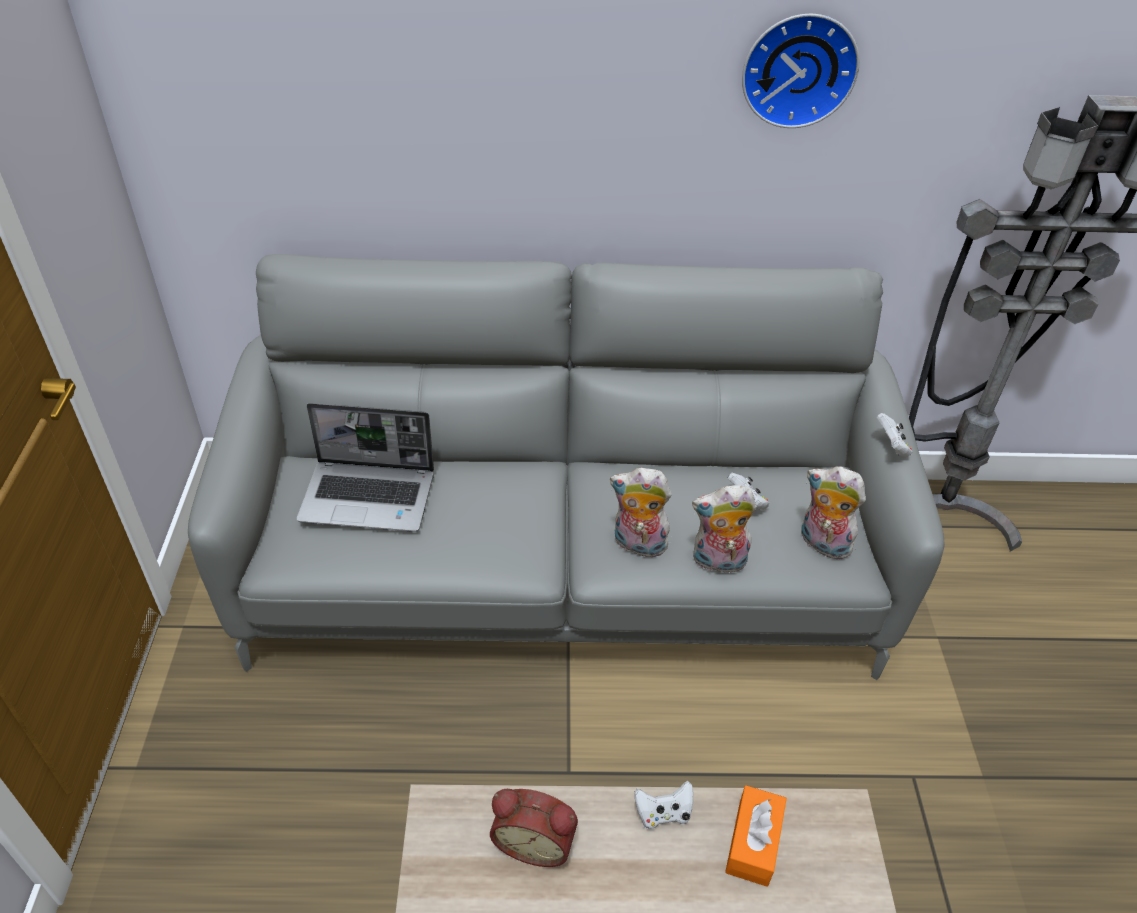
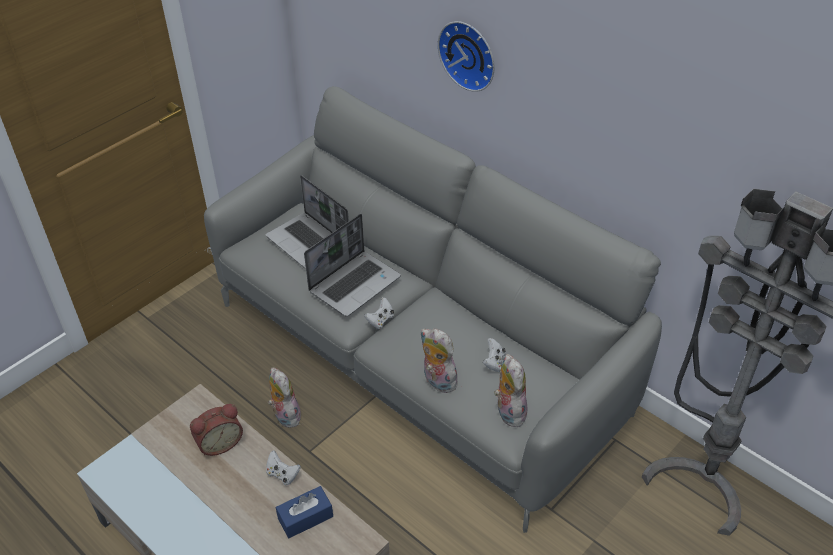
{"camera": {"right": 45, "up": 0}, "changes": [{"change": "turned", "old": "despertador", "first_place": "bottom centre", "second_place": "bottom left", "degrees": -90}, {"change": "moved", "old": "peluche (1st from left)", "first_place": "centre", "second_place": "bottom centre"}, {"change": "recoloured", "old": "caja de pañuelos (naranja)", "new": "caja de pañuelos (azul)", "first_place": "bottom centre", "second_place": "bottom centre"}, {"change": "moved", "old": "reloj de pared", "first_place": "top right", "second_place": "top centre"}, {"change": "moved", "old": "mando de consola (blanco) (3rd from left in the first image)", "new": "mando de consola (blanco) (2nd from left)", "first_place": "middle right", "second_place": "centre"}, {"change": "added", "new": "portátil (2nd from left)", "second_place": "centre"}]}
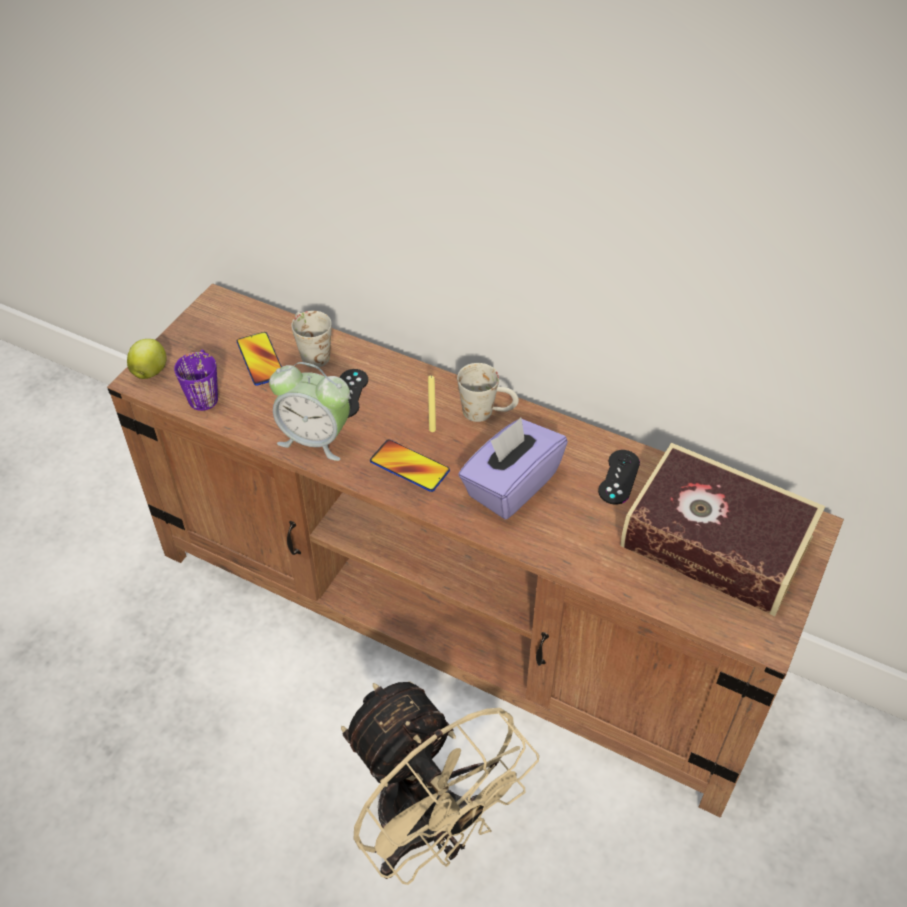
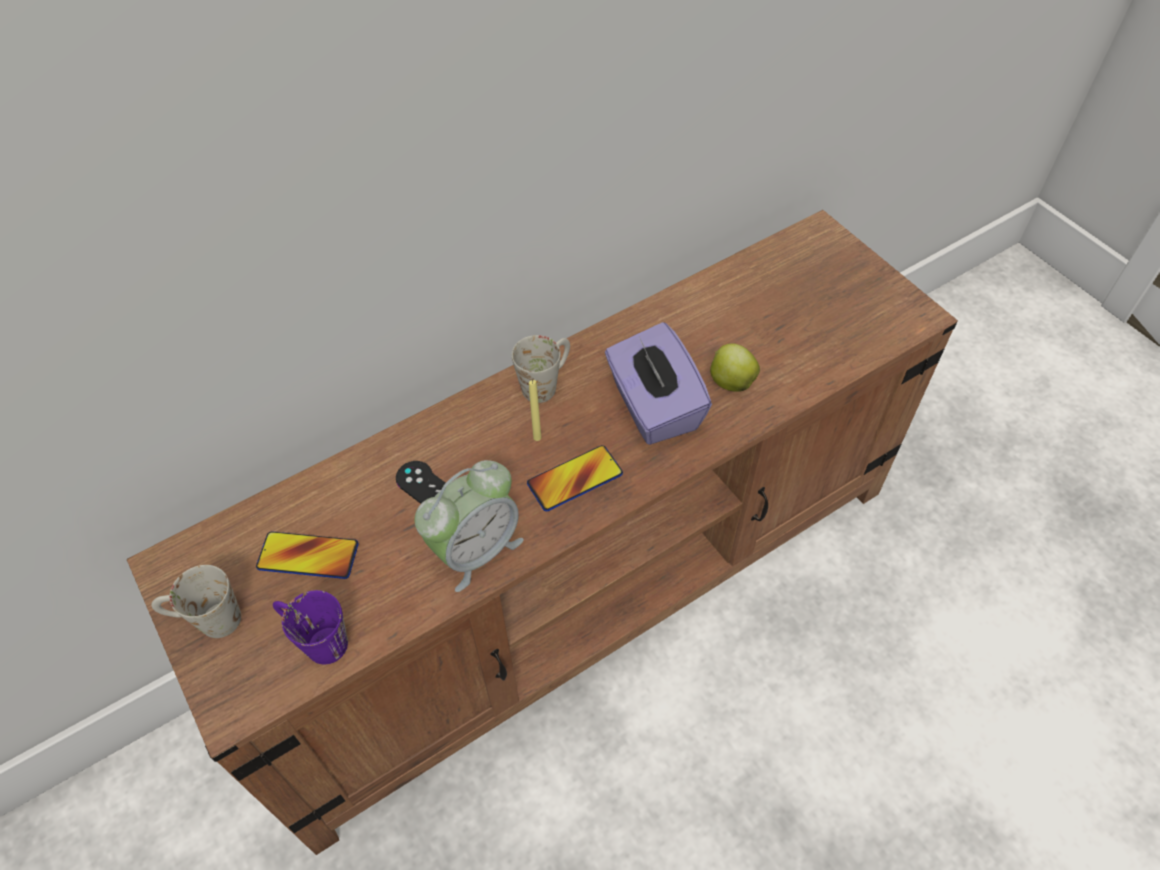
{"camera": {"right": -60, "up": 5}, "changes": [{"change": "moved", "old": "manzana", "first_place": "middle left", "second_place": "centre"}, {"change": "moved", "old": "taza grande (blanco) (1st from left)", "first_place": "centre", "second_place": "bottom left"}, {"change": "removed", "old": "ventilador (beis)", "first_place": "bottom centre"}, {"change": "removed", "old": "mando de consola (negro) (2nd from left)", "first_place": "middle right"}, {"change": "removed", "old": "libro", "first_place": "middle right"}]}
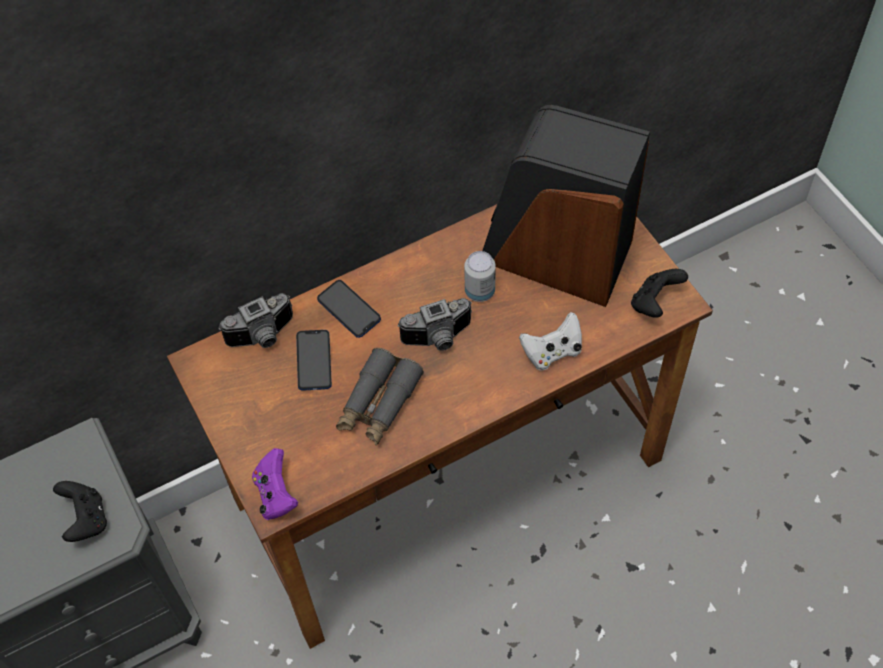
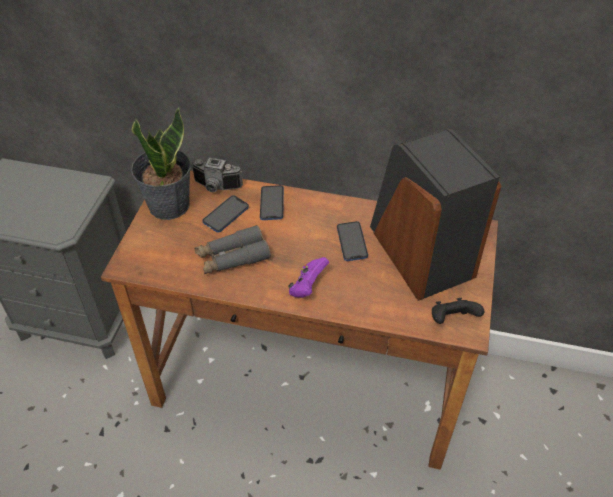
{"camera": {"right": 40, "up": -10}, "changes": [{"change": "removed", "old": "mando de consola (negro) (1st from left)", "first_place": "bottom left"}, {"change": "moved", "old": "mando de consola (morado)", "first_place": "bottom left", "second_place": "centre"}, {"change": "removed", "old": "cámara (2nd from left)", "first_place": "centre"}, {"change": "replaced", "old": "lata", "new": "móvil (3rd from left)", "first_place": "centre", "second_place": "centre"}, {"change": "removed", "old": "mando de consola (blanco)", "first_place": "centre"}, {"change": "added", "new": "planta en maceta", "second_place": "top left"}]}
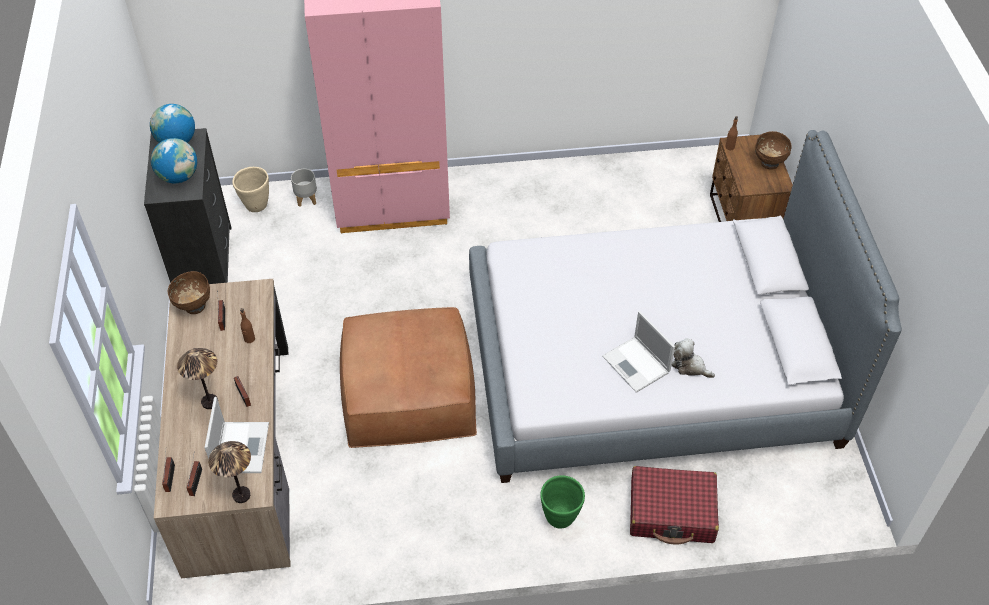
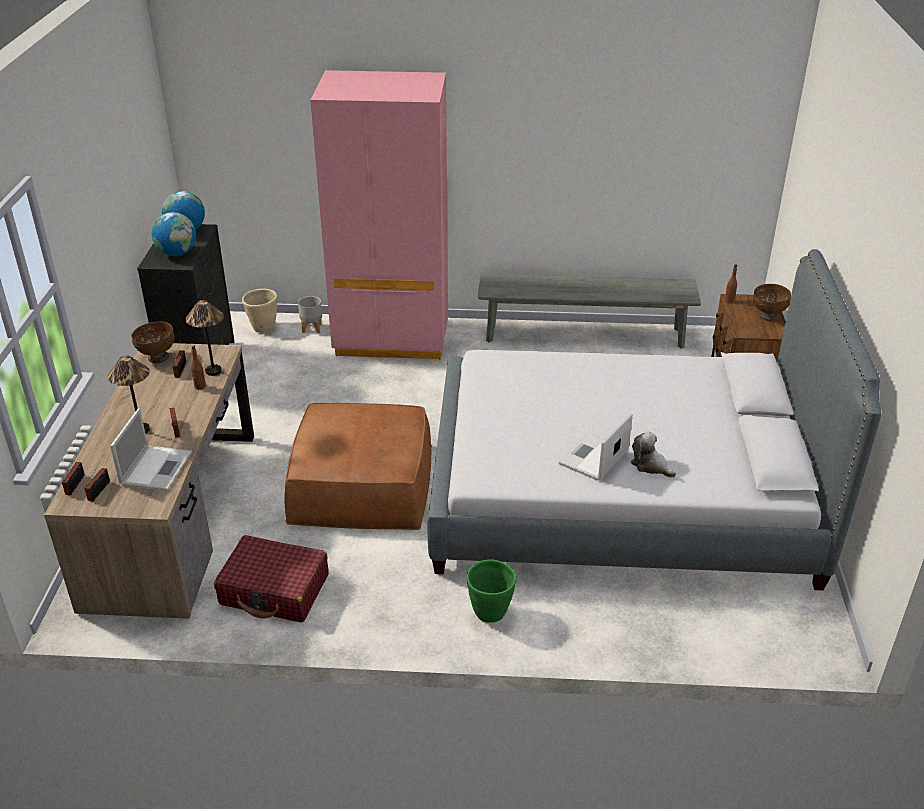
{"camera": {"right": 10, "up": -15}, "changes": [{"change": "moved", "old": "lámpara de mesa (2nd from left)", "first_place": "bottom left", "second_place": "middle left"}, {"change": "turned", "old": "portátil (2nd from left)", "first_place": "centre", "second_place": "centre", "degrees": 60}, {"change": "moved", "old": "maleta (rojo)", "first_place": "bottom right", "second_place": "bottom left"}, {"change": "added", "new": "banco (gris)", "second_place": "centre"}]}
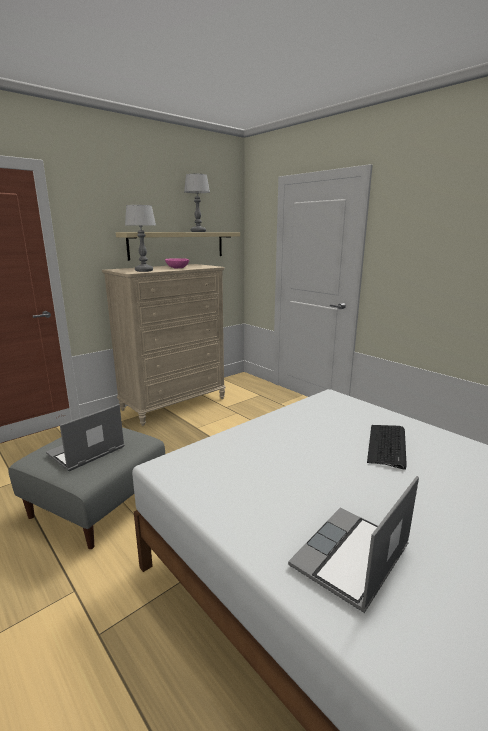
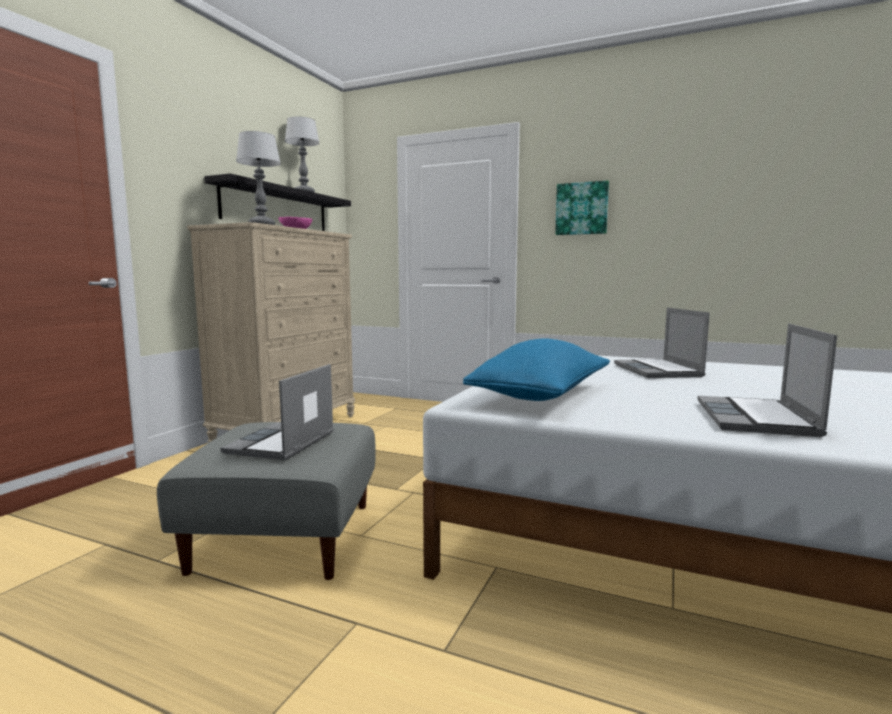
{"camera": {"right": -25, "up": -10}, "changes": [{"change": "recoloured", "old": "estante (beis)", "new": "estante (negro)", "first_place": "centre", "second_place": "top left"}, {"change": "replaced", "old": "teclado", "new": "portátil (2nd from left)", "first_place": "middle right", "second_place": "middle right"}, {"change": "added", "new": "cojín (azul)", "second_place": "centre"}, {"change": "added", "new": "cuadro", "second_place": "top centre"}]}
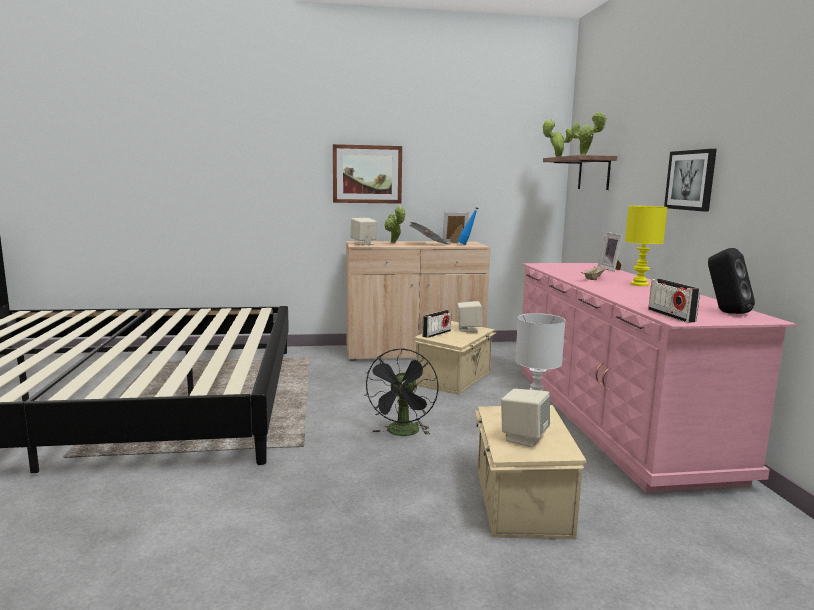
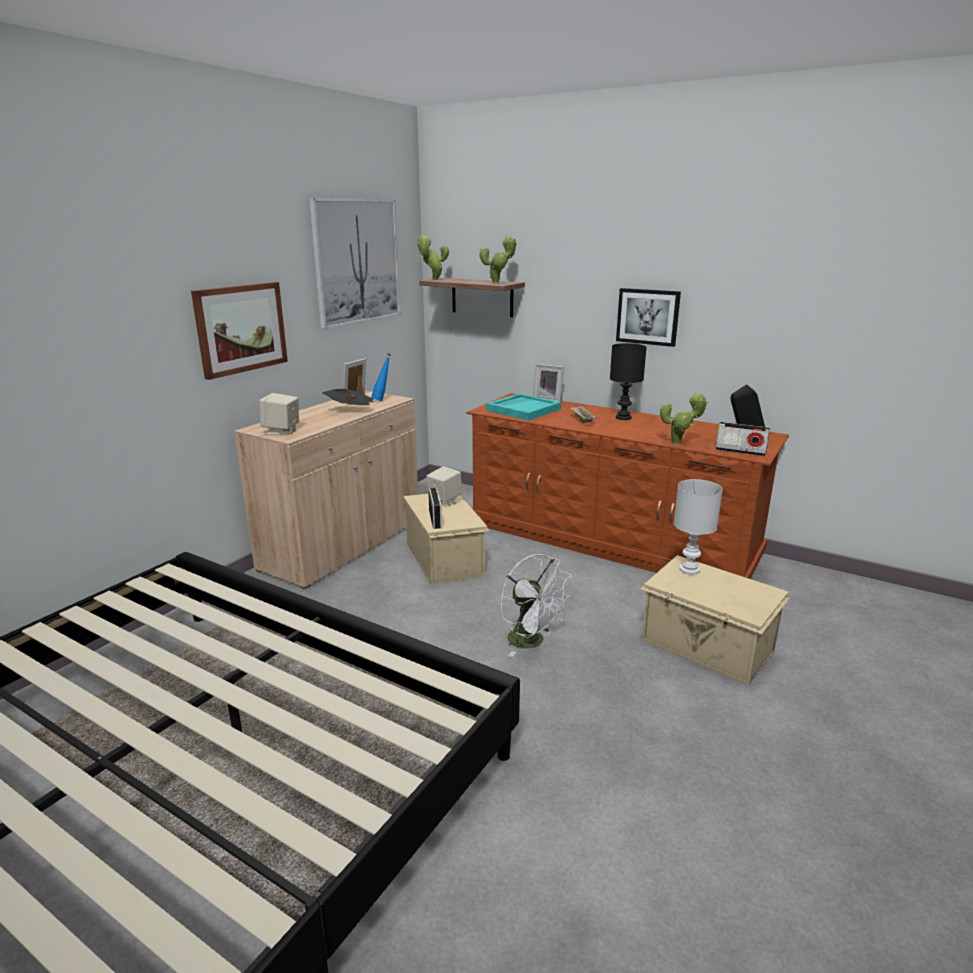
{"camera": {"right": -50, "up": 10}, "changes": [{"change": "recoloured", "old": "ventilador (negro)", "new": "ventilador (blanco)", "first_place": "centre", "second_place": "centre"}, {"change": "moved", "old": "planta en maceta (1st from left in the first image)", "new": "planta en maceta (3rd from left)", "first_place": "centre", "second_place": "middle right"}, {"change": "removed", "old": "altavoz (beis) (3rd from left)", "first_place": "bottom centre"}, {"change": "recoloured", "old": "cómoda (rosa)", "new": "cómoda (marrón)", "first_place": "middle right", "second_place": "centre"}, {"change": "recoloured", "old": "lámpara de mesa (amarillo)", "new": "lámpara de mesa (negro)", "first_place": "middle right", "second_place": "centre"}, {"change": "added", "new": "cuadro (2nd from left)", "second_place": "top centre"}, {"change": "added", "new": "bandeja (turquesa)", "second_place": "centre"}]}
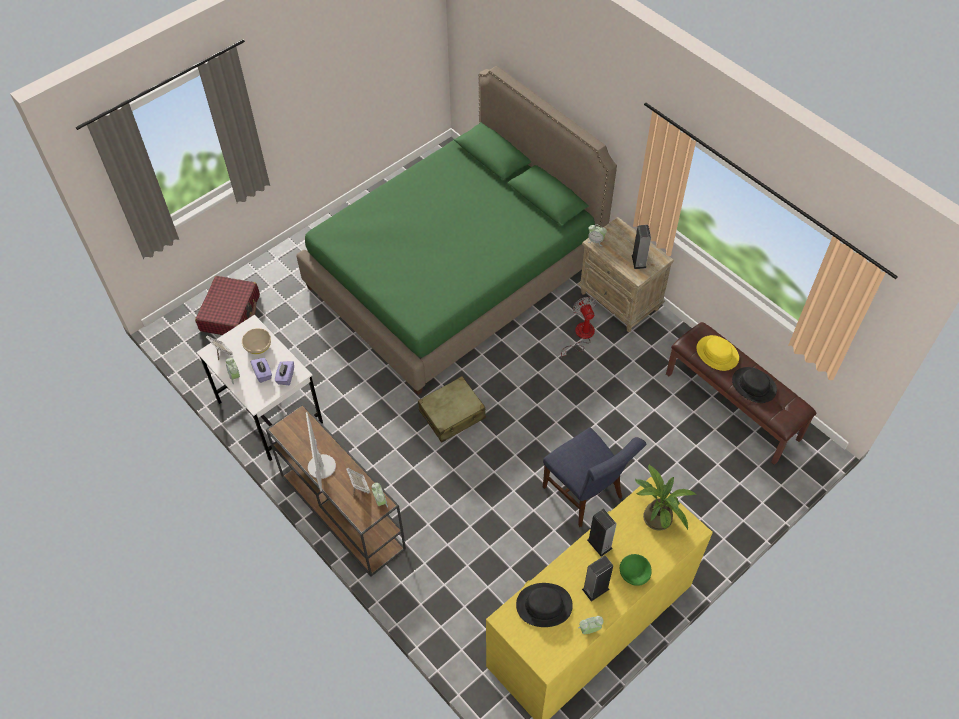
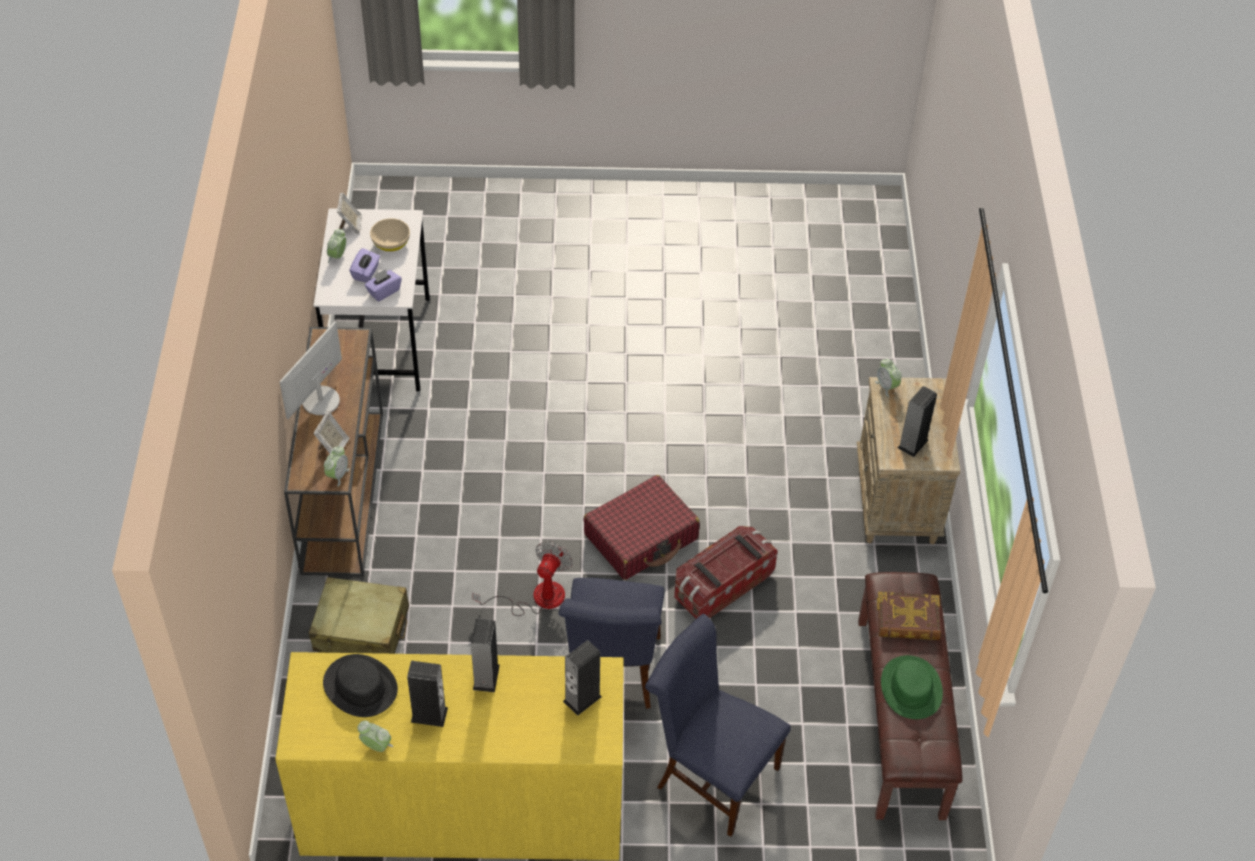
{"camera": {"right": 40, "up": -5}, "changes": [{"change": "moved", "old": "maleta (rojo)", "first_place": "middle left", "second_place": "centre"}, {"change": "removed", "old": "cama (verde)", "first_place": "top centre"}, {"change": "moved", "old": "maleta (beis)", "first_place": "centre", "second_place": "bottom left"}, {"change": "moved", "old": "ventilador", "first_place": "centre", "second_place": "bottom centre"}, {"change": "removed", "old": "cuenco (verde)", "first_place": "bottom centre"}, {"change": "replaced", "old": "planta en maceta", "new": "altavoz (3rd from left)", "first_place": "bottom right", "second_place": "bottom centre"}, {"change": "replaced", "old": "sombrero (amarillo)", "new": "libro", "first_place": "middle right", "second_place": "bottom right"}, {"change": "recoloured", "old": "sombrero (negro) (2nd from left)", "new": "sombrero (verde)", "first_place": "middle right", "second_place": "bottom right"}, {"change": "added", "new": "silla (azul) (2nd from left)", "second_place": "bottom centre"}, {"change": "added", "new": "caja de almacenaje", "second_place": "centre"}]}
